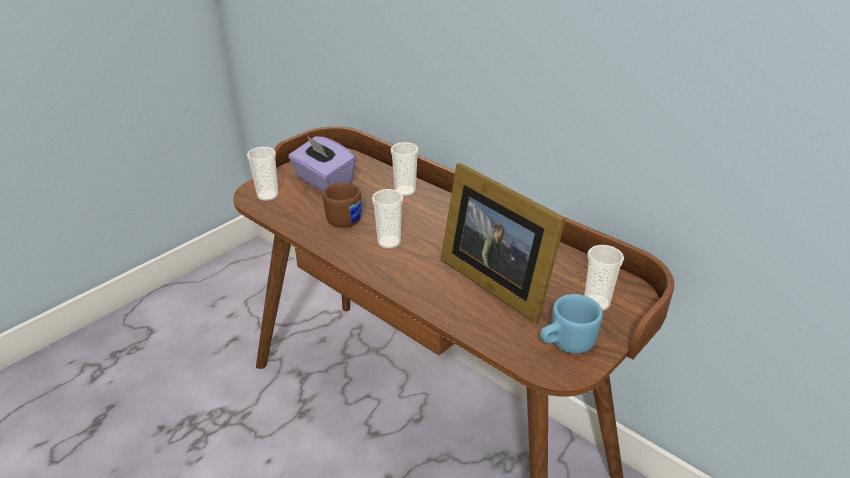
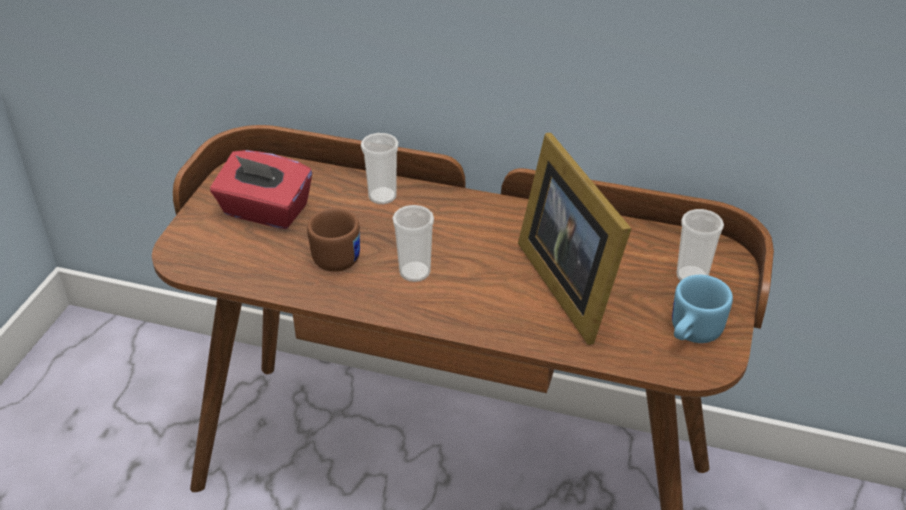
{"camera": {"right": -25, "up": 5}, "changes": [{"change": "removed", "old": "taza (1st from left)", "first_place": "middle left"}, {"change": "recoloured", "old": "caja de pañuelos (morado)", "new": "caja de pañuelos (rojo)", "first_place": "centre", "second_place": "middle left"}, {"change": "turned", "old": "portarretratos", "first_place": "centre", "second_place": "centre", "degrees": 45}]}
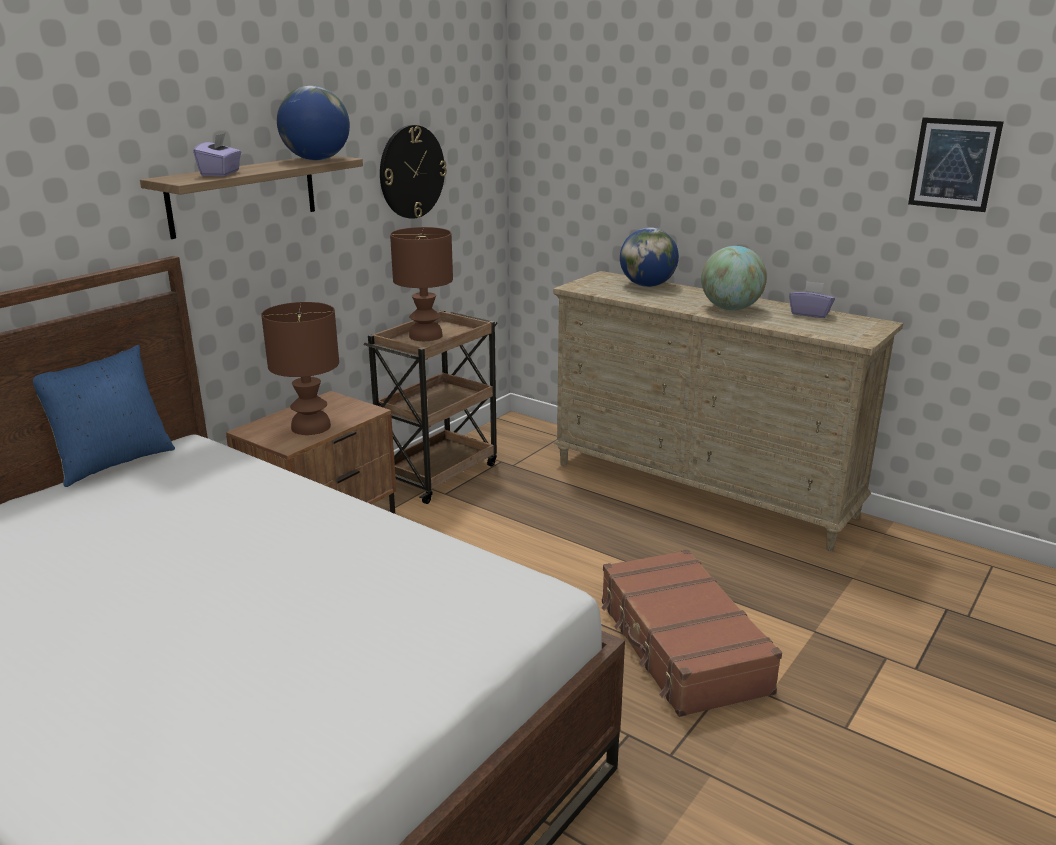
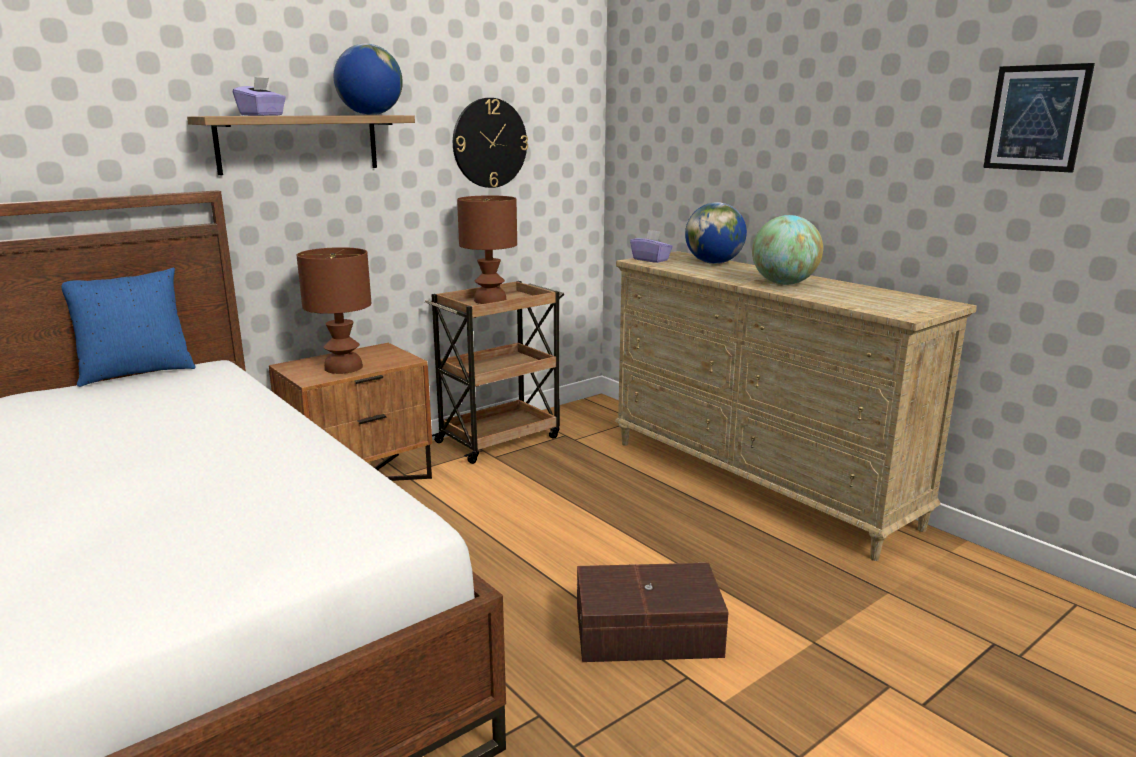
{"camera": {"right": 15, "up": -5}, "changes": [{"change": "replaced", "old": "maleta (marrón)", "new": "caja de almacenaje (marrón)", "first_place": "bottom centre", "second_place": "bottom centre"}, {"change": "moved", "old": "caja de pañuelos (morado) (2nd from left)", "first_place": "middle right", "second_place": "top centre"}]}
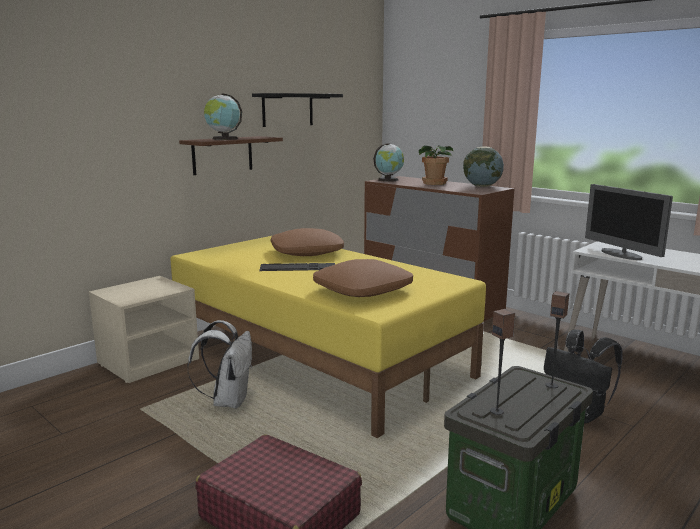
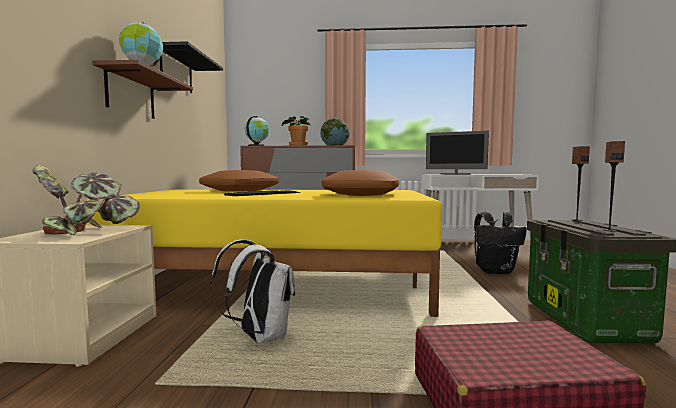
{"camera": {"right": -40, "up": -10}, "changes": [{"change": "added", "new": "planta en maceta (1st from left)", "second_place": "middle left"}]}
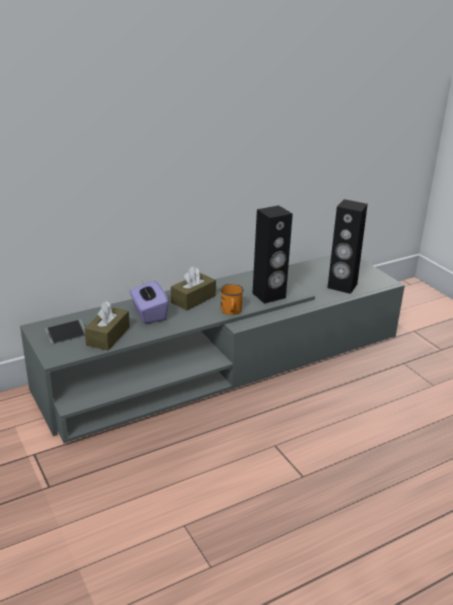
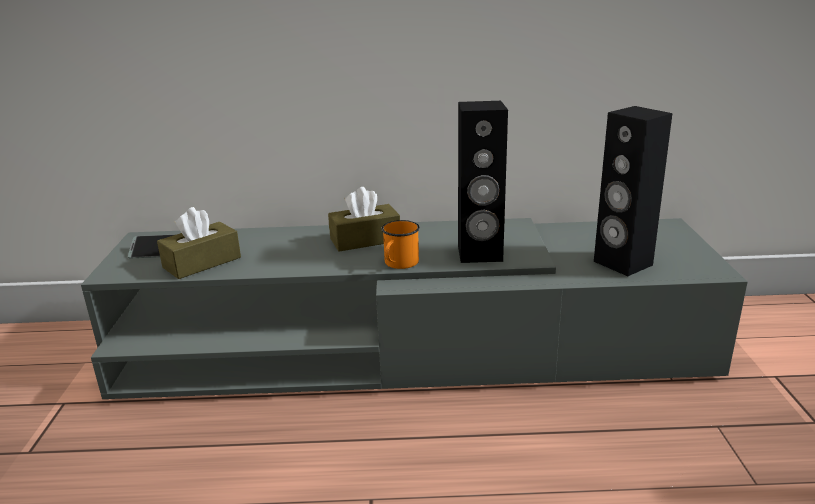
{"camera": {"right": 30, "up": -5}, "changes": [{"change": "removed", "old": "caja de pañuelos (morado)", "first_place": "middle left"}]}
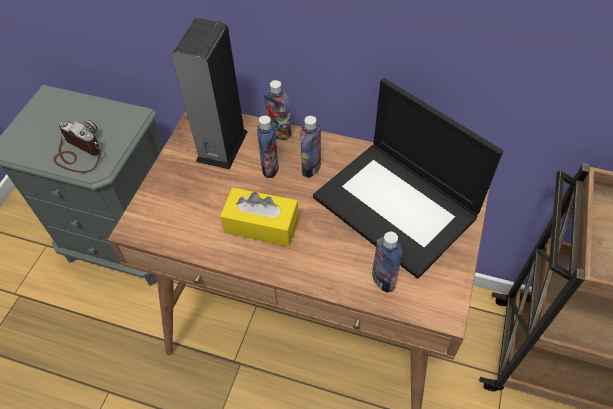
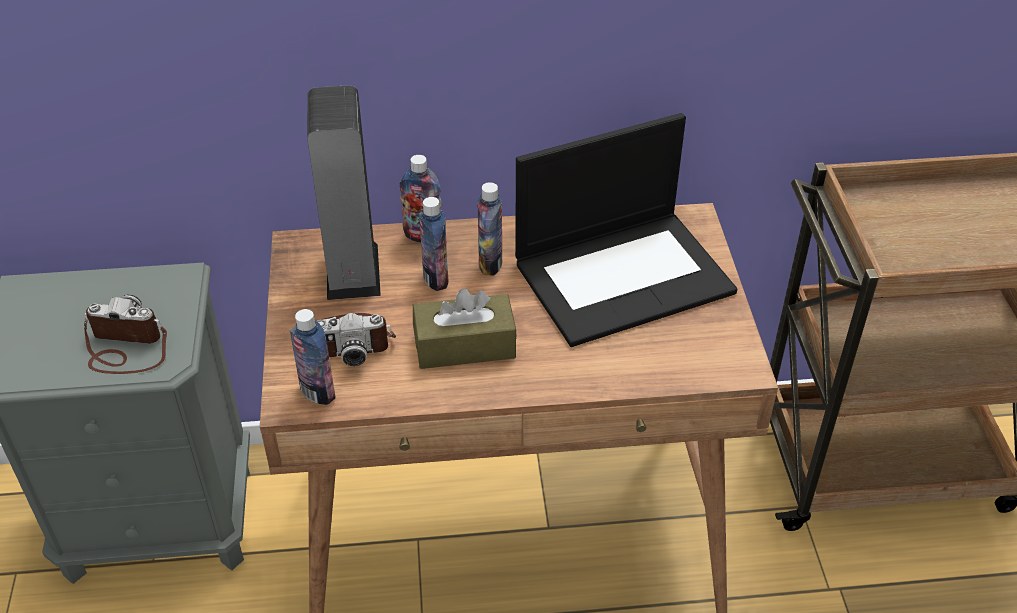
{"camera": {"right": -25, "up": -10}, "changes": [{"change": "recoloured", "old": "caja de pañuelos (amarillo)", "new": "caja de pañuelos (marrón)", "first_place": "centre", "second_place": "centre"}, {"change": "turned", "old": "portátil", "first_place": "centre", "second_place": "centre", "degrees": -45}, {"change": "moved", "old": "botella (4th from left in the first image)", "new": "botella (1st from left)", "first_place": "centre", "second_place": "middle left"}, {"change": "added", "new": "cámara (2nd from left)", "second_place": "centre"}]}
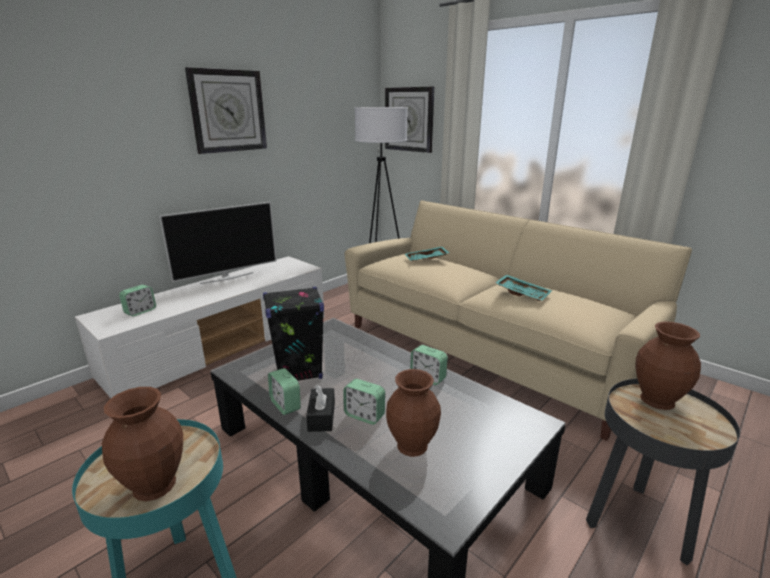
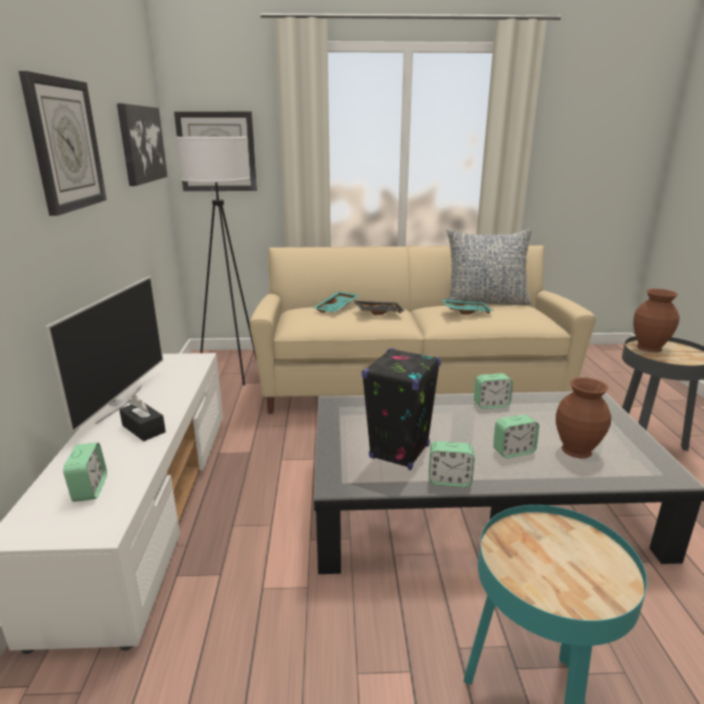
{"camera": {"right": -45, "up": 0}, "changes": [{"change": "removed", "old": "florero (marrón) (1st from left)", "first_place": "bottom left"}, {"change": "moved", "old": "caja de pañuelos (negro)", "first_place": "bottom centre", "second_place": "middle left"}, {"change": "added", "new": "cuadro", "second_place": "top left"}, {"change": "added", "new": "bandeja (negro)", "second_place": "centre"}, {"change": "added", "new": "cojín", "second_place": "middle right"}]}
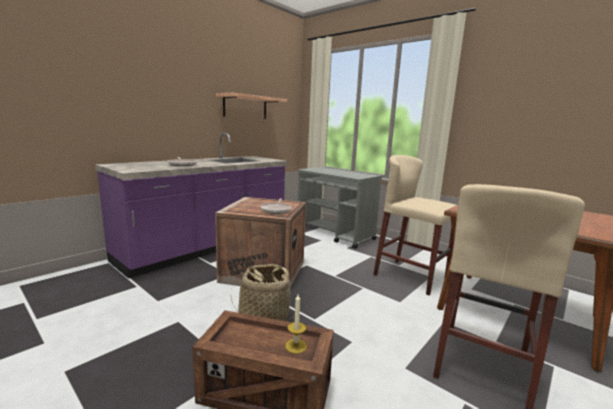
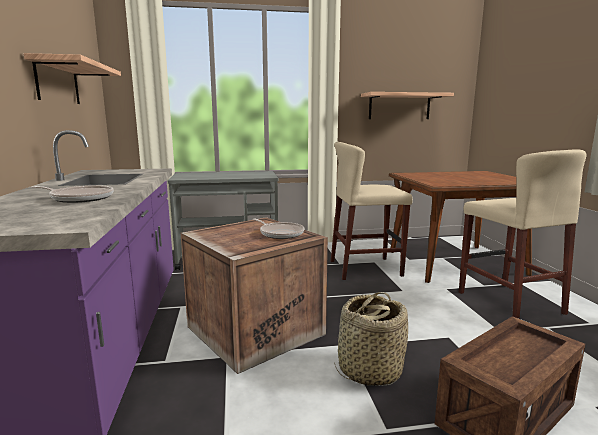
{"camera": {"right": -50, "up": 0}, "changes": [{"change": "removed", "old": "vela", "first_place": "bottom centre"}, {"change": "added", "new": "estante (2nd from left)", "second_place": "top right"}]}
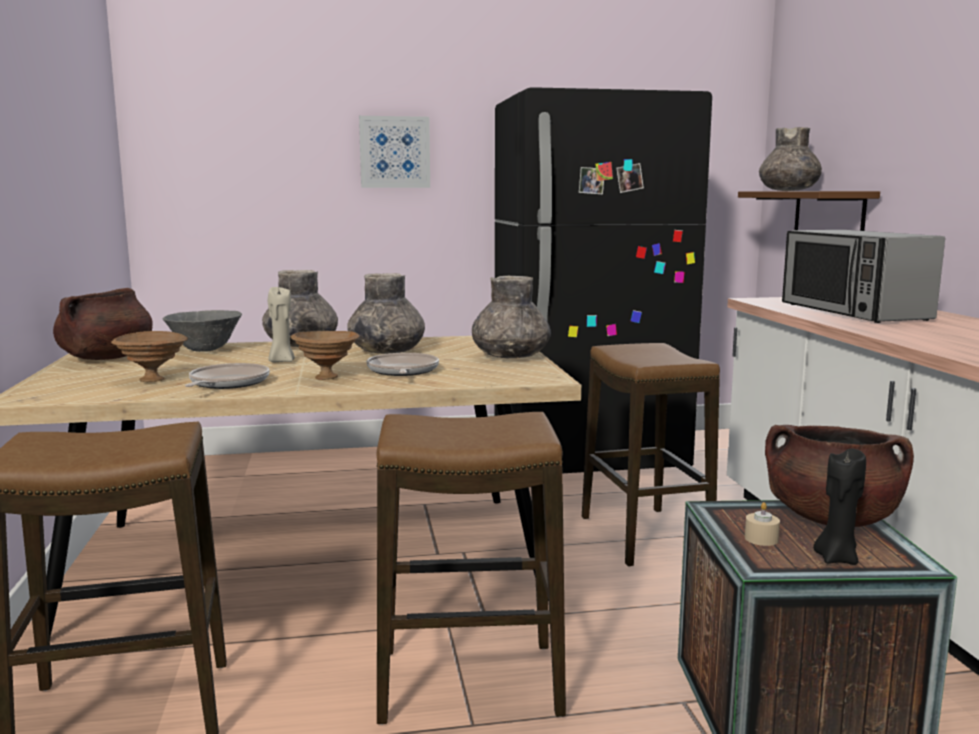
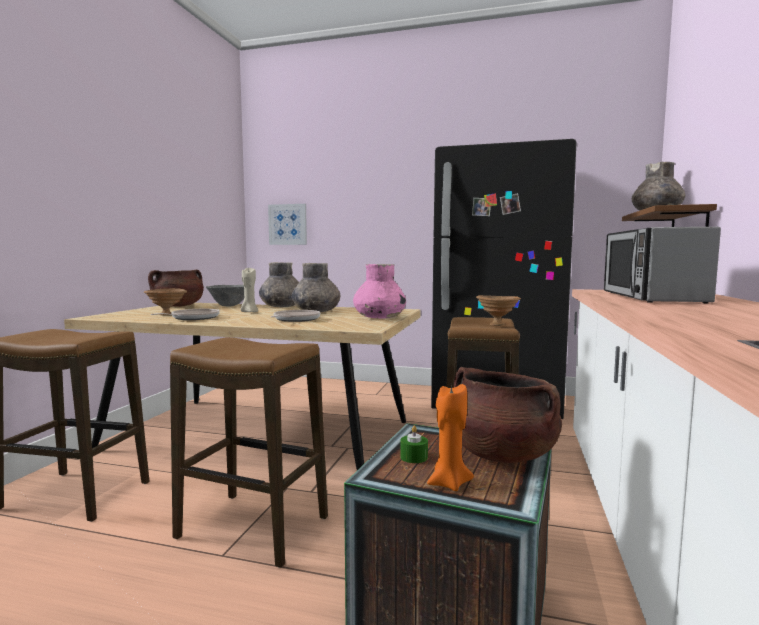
{"camera": {"right": 25, "up": -5}, "changes": [{"change": "moved", "old": "cuenco (marrón) (2nd from left)", "first_place": "middle left", "second_place": "centre"}, {"change": "moved", "old": "cuadro", "first_place": "top centre", "second_place": "centre"}, {"change": "recoloured", "old": "florero (gris) (3rd from left)", "new": "florero (rosa)", "first_place": "centre", "second_place": "centre"}, {"change": "recoloured", "old": "vela (beis) (2nd from left)", "new": "vela (verde)", "first_place": "bottom right", "second_place": "bottom centre"}, {"change": "recoloured", "old": "vela (negro)", "new": "vela (naranja)", "first_place": "bottom right", "second_place": "bottom centre"}]}
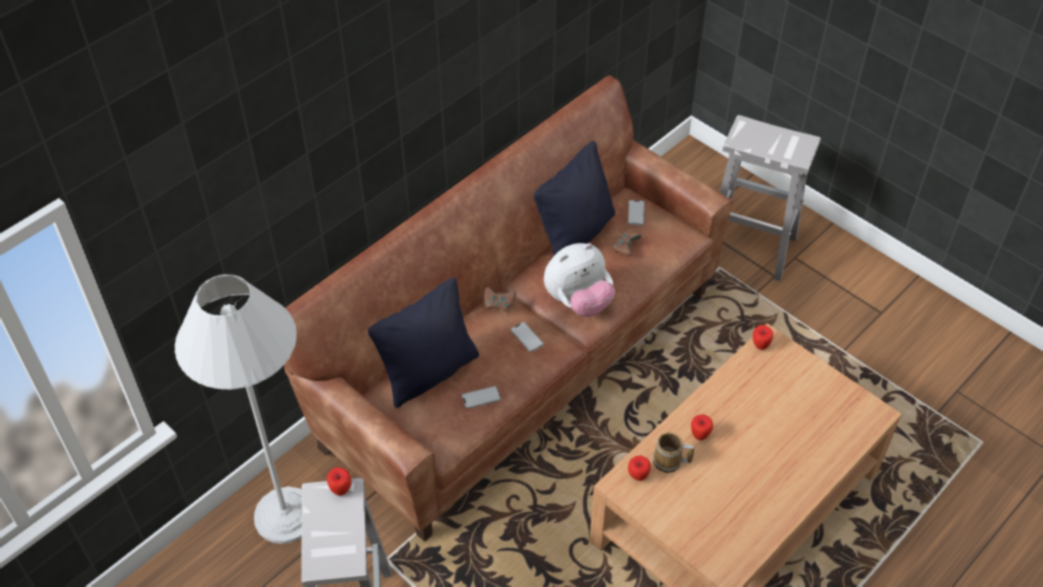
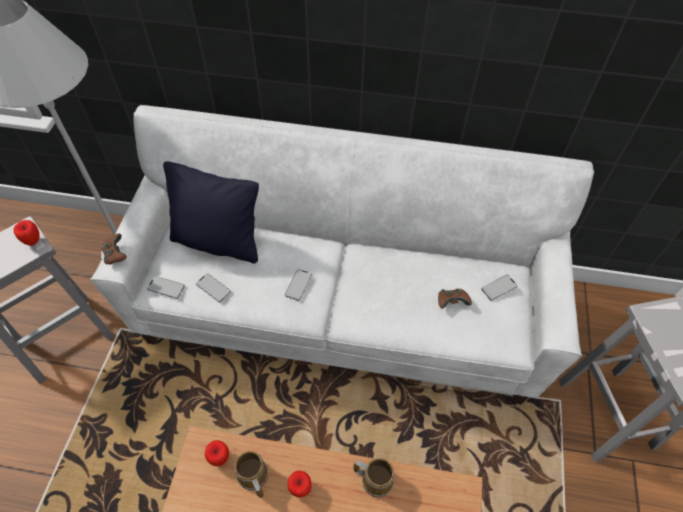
{"camera": {"right": 55, "up": 5}, "changes": [{"change": "recoloured", "old": "sofá (marrón)", "new": "sofá (blanco)", "first_place": "centre", "second_place": "centre"}, {"change": "moved", "old": "mando de consola (marrón) (1st from left)", "first_place": "centre", "second_place": "middle left"}, {"change": "removed", "old": "cojín (negro) (2nd from left)", "first_place": "centre"}, {"change": "removed", "old": "peluche", "first_place": "centre"}, {"change": "removed", "old": "manzana (4th from left)", "first_place": "middle right"}, {"change": "added", "new": "móvil (1st from left)", "second_place": "middle left"}, {"change": "added", "new": "taza grande (2nd from left)", "second_place": "bottom centre"}]}
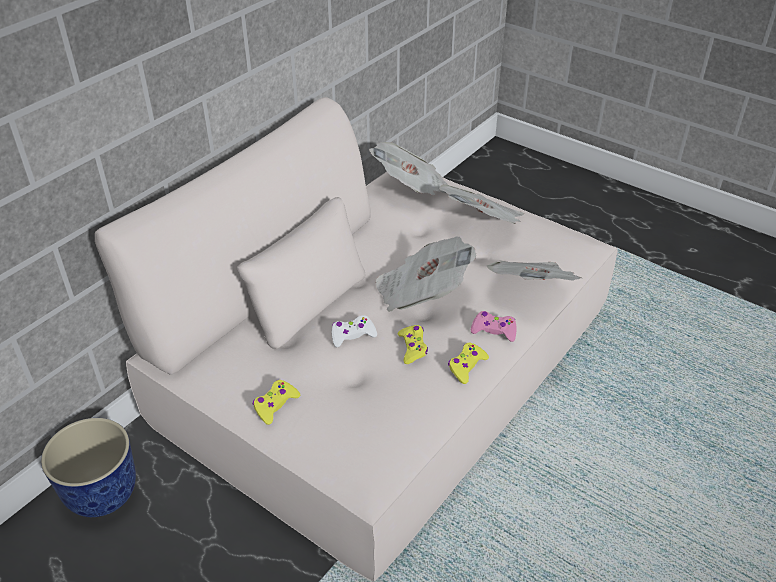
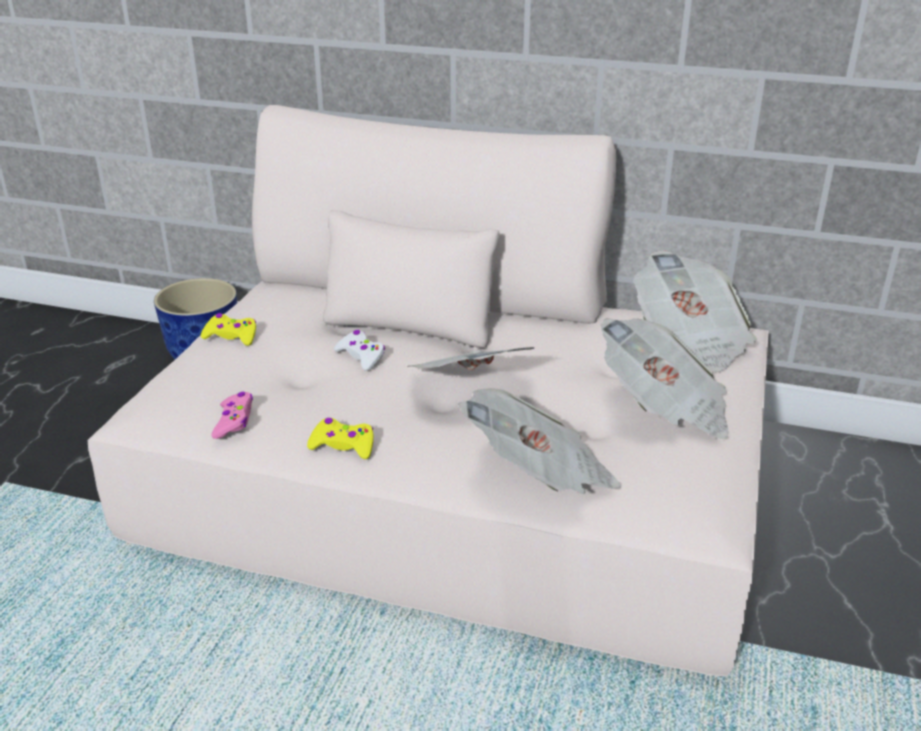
{"camera": {"right": 70, "up": -10}, "changes": [{"change": "removed", "old": "mando de consola (amarillo) (2nd from left)", "first_place": "centre"}, {"change": "moved", "old": "mando de consola (rosa)", "first_place": "centre", "second_place": "middle left"}]}
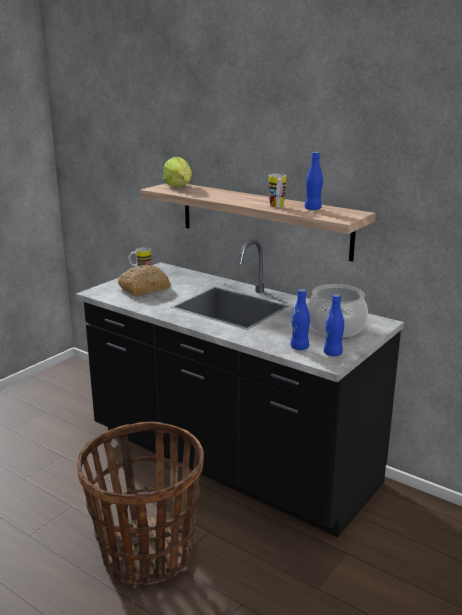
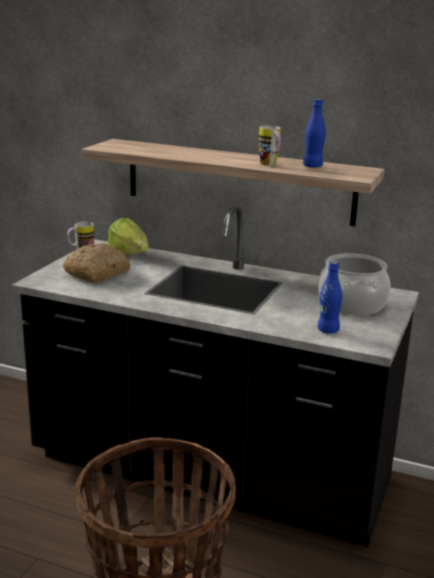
{"camera": {"right": -15, "up": 0}, "changes": [{"change": "moved", "old": "lechuga", "first_place": "top centre", "second_place": "middle left"}, {"change": "removed", "old": "botella (azul) (3rd from left)", "first_place": "middle right"}]}
